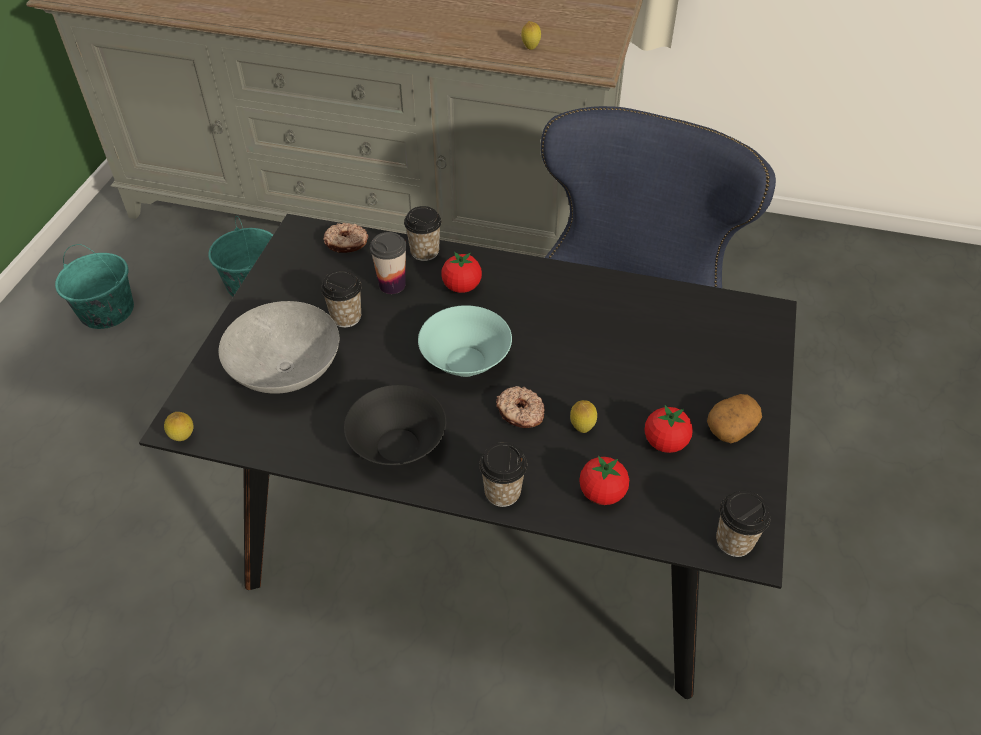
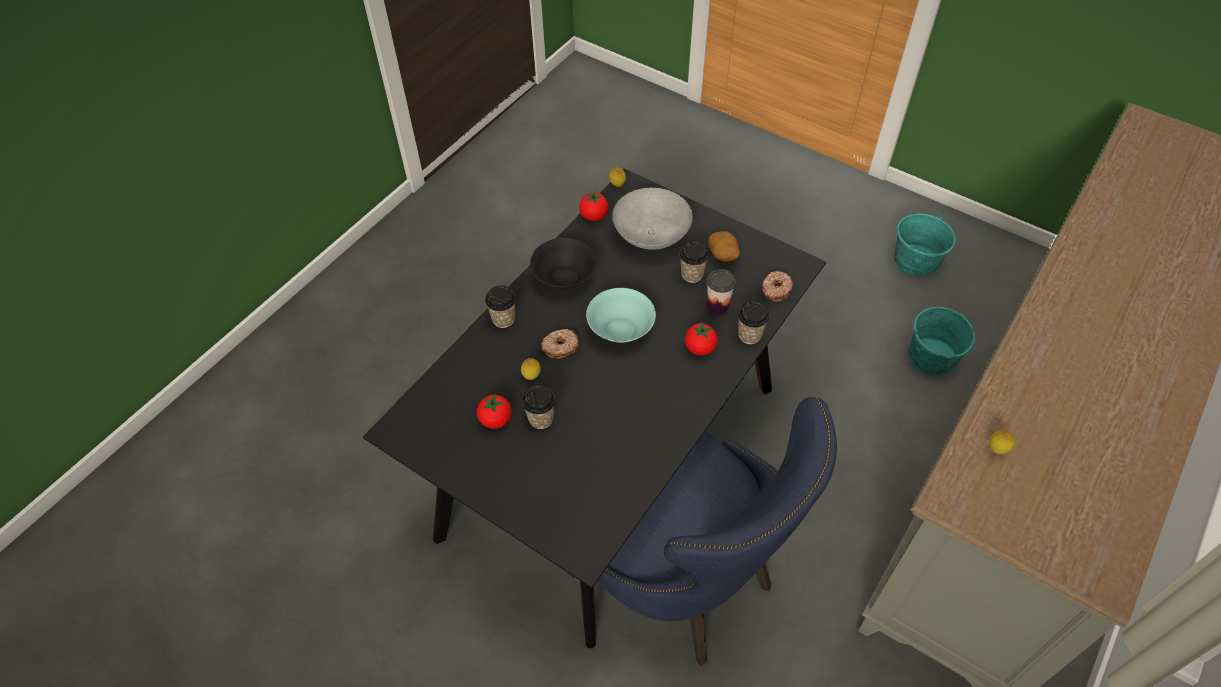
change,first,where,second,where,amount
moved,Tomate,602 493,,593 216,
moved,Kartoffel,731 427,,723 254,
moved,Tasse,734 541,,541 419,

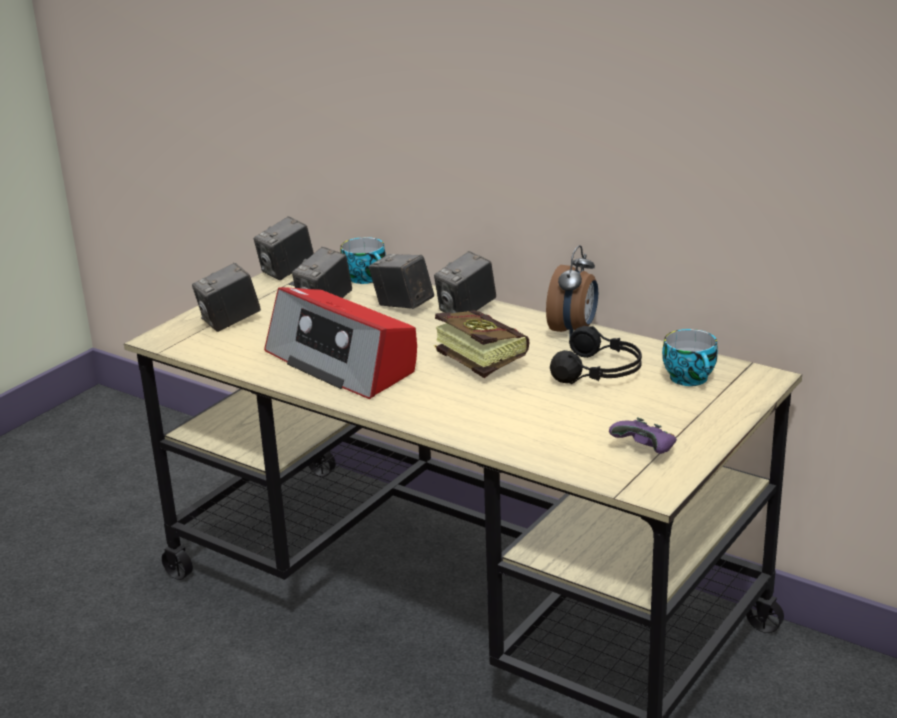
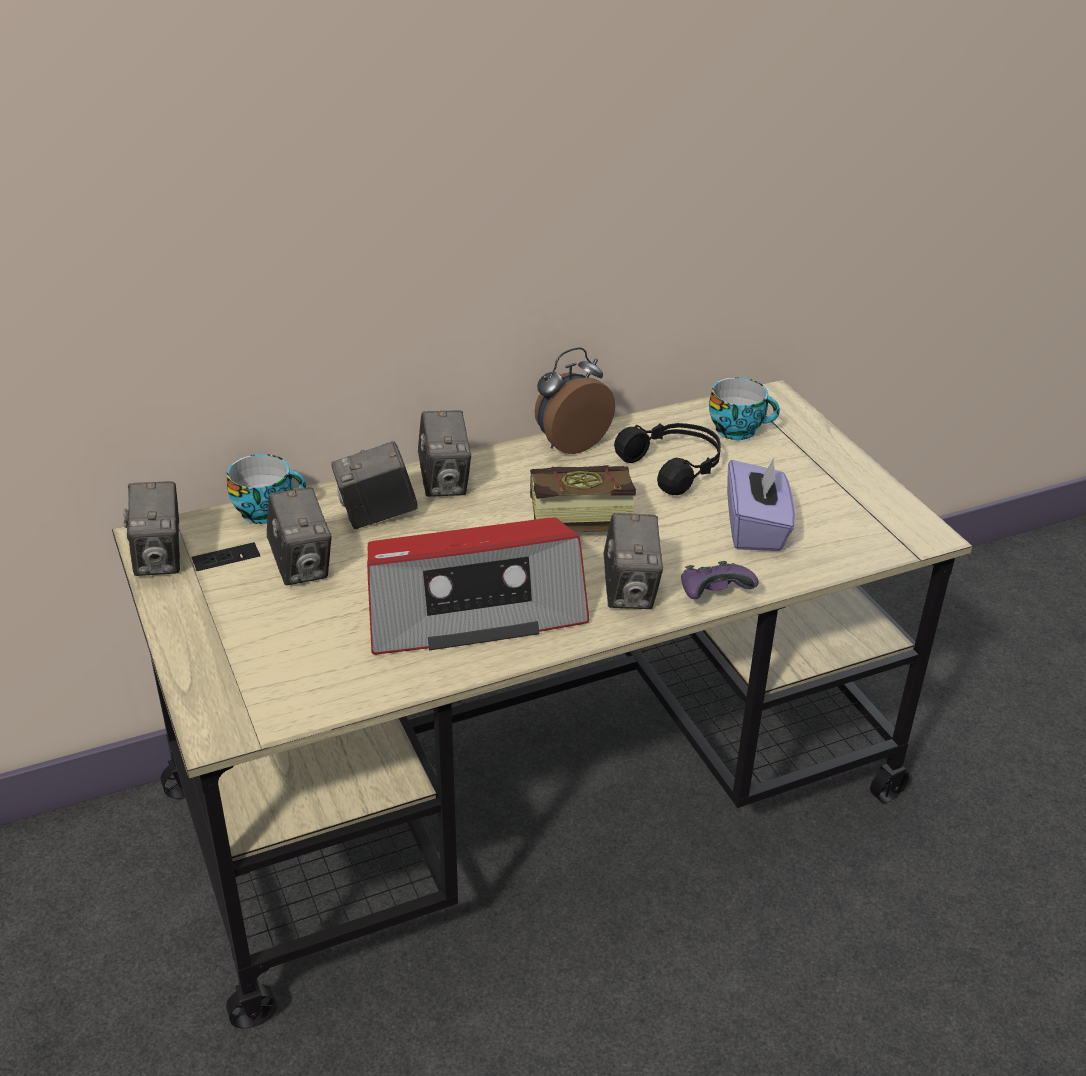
change,first,where,second,where,amount
moved,Kamera,229 322,,630 591,
turned,Wecker,574 330,,570 443,90 degrees counterclockwise
moved,Gamepad/lila,645 451,,713 595,
added,,,Taschentuchbox/lila,756 529,

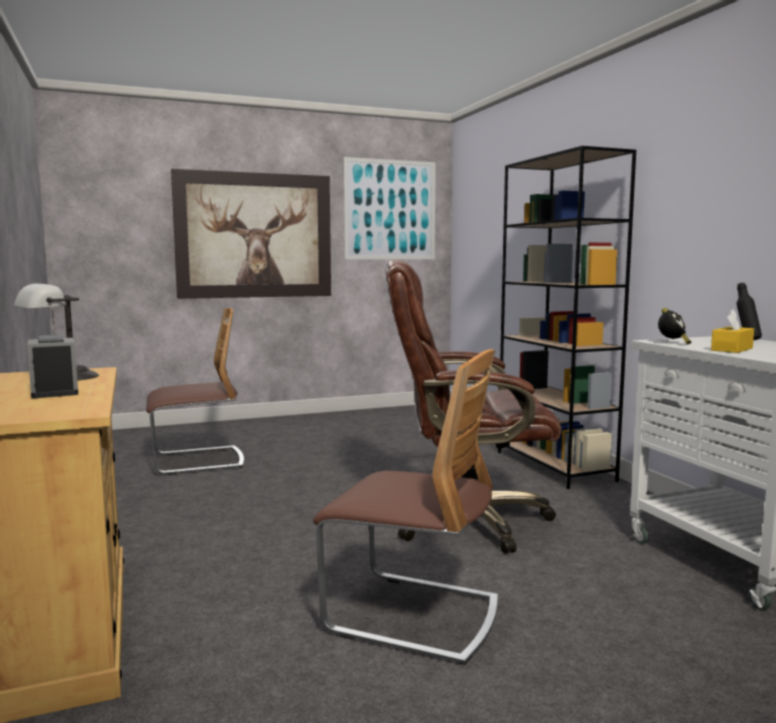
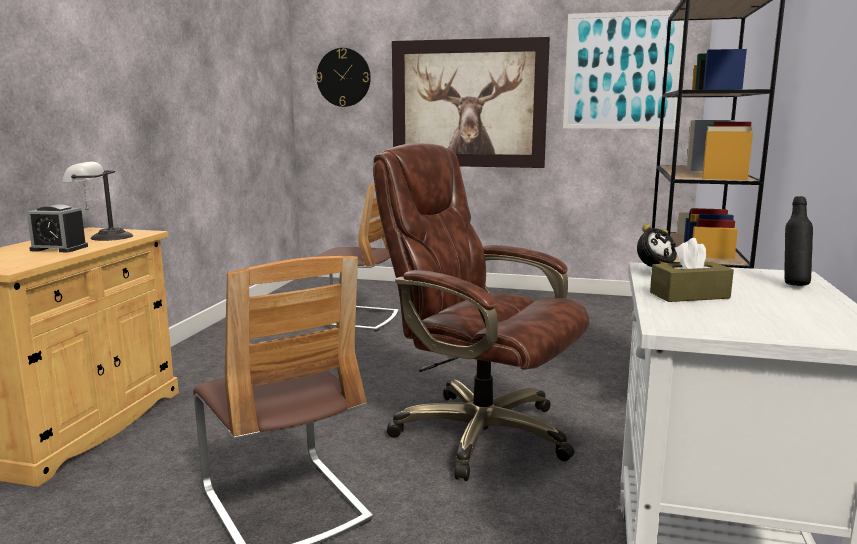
change,first,where,second,where,amount
turned,Wecker,54 391,,59 248,90 degrees clockwise
recoloured,Taschentuchbox/gelb,732 349,Taschentuchbox/braun,689 295,
added,,,Wanduhr,343 77,

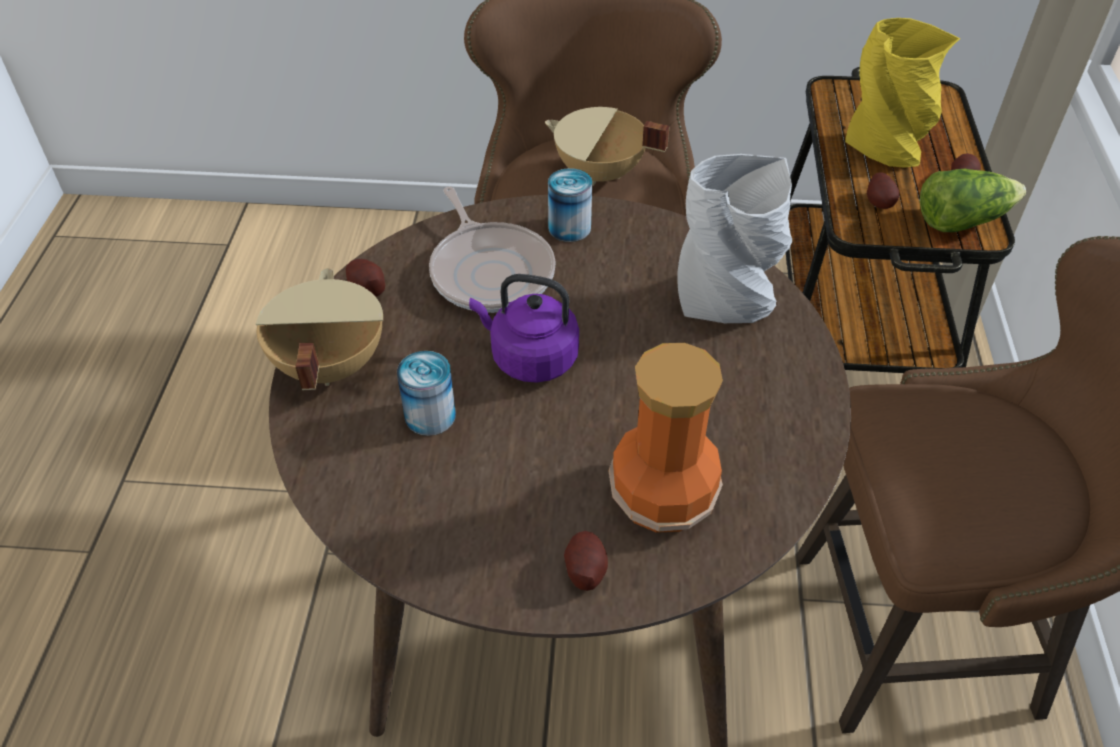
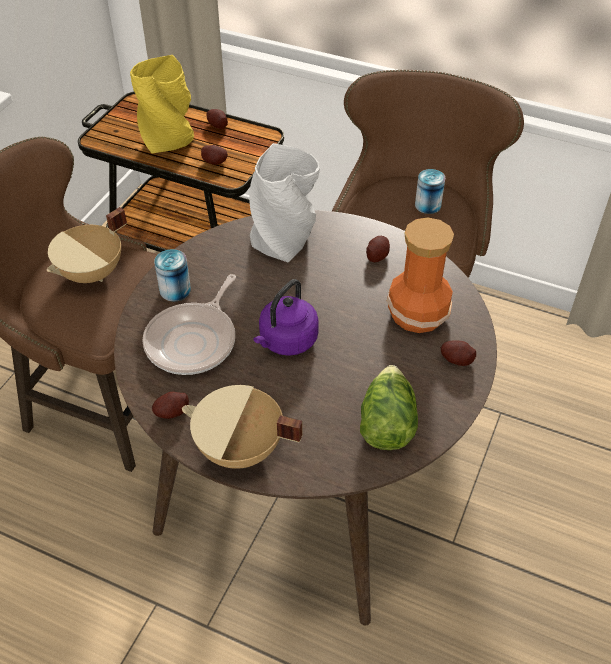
change,first,where,second,where,amount
moved,Dose,430 415,,427 205,
turned,Pfanne,490 271,,194 341,120 degrees clockwise
moved,Salatkopf,961 220,,386 423,
added,,,Kartoffel,377 255,

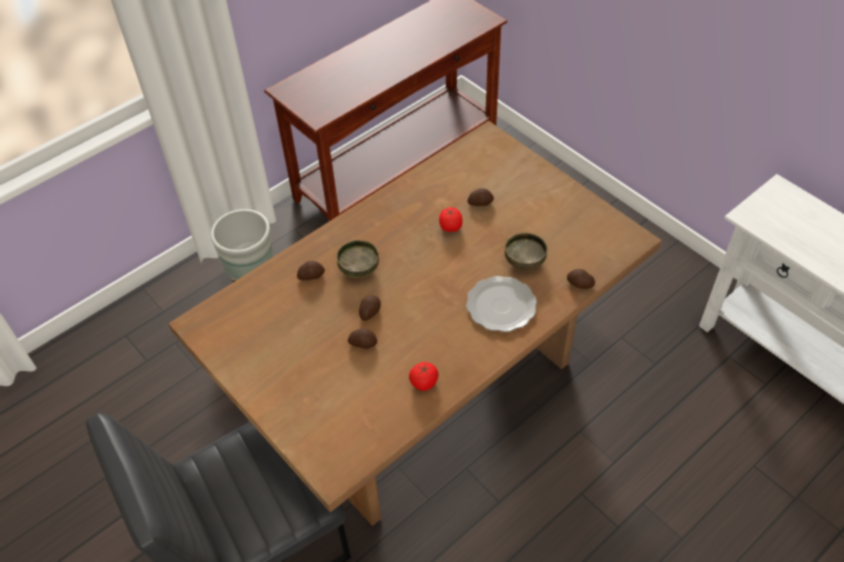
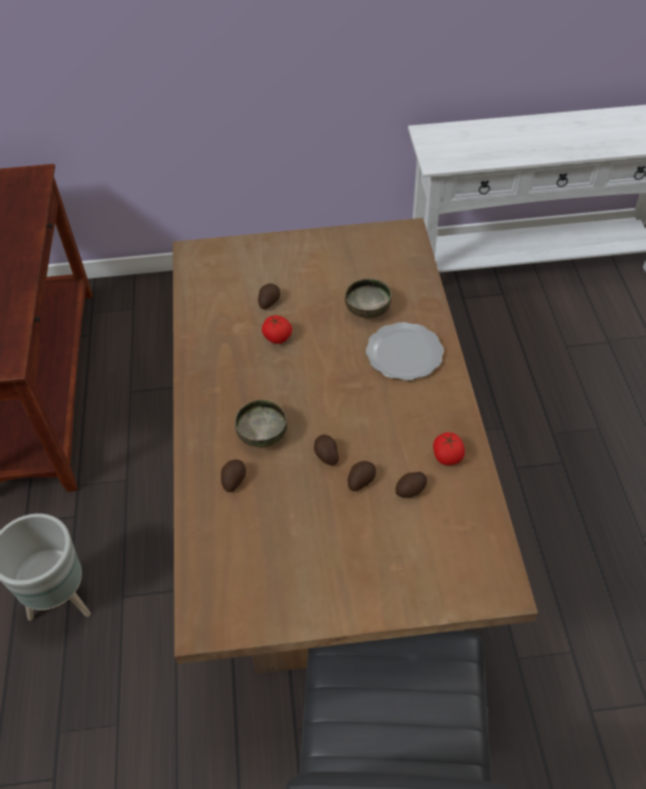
change,first,where,second,where,amount
moved,Kartoffel,579 284,,411 490,

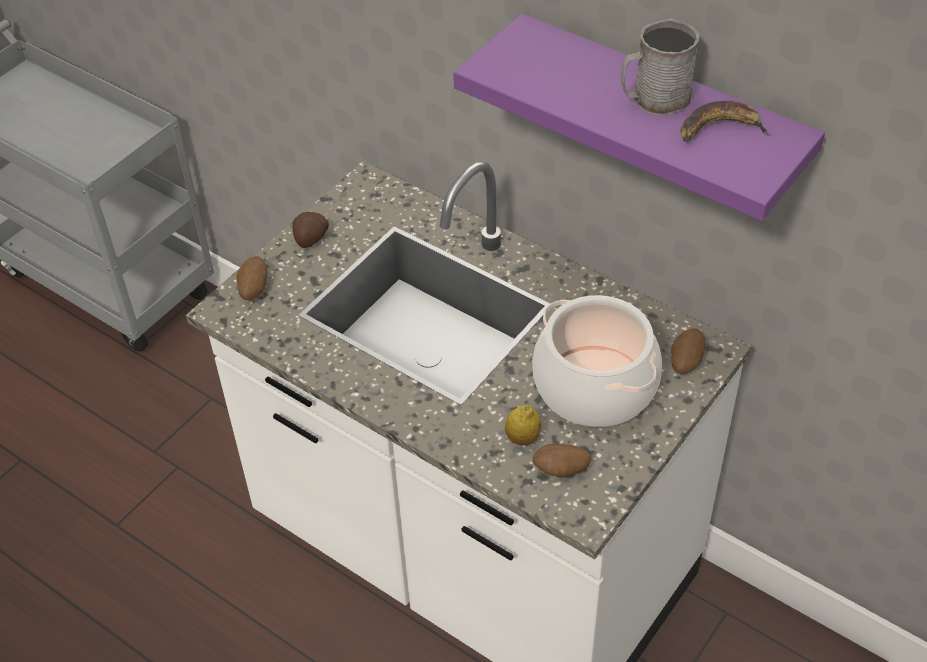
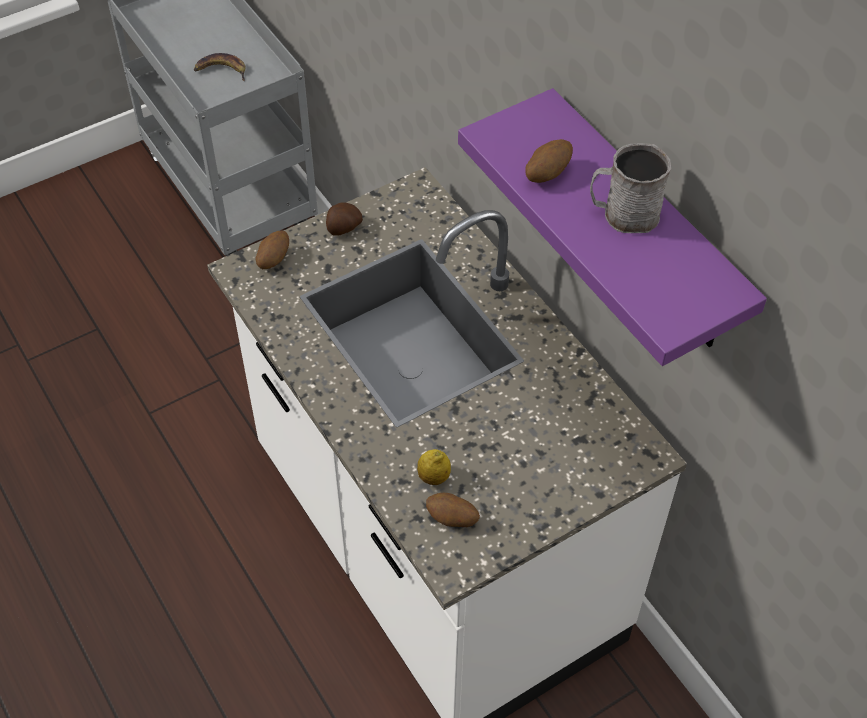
change,first,where,second,where,amount
removed,Kochtopf,596 386,,,
moved,Kartoffel,685 362,,546 174,
moved,Banane,719 129,,221 70,

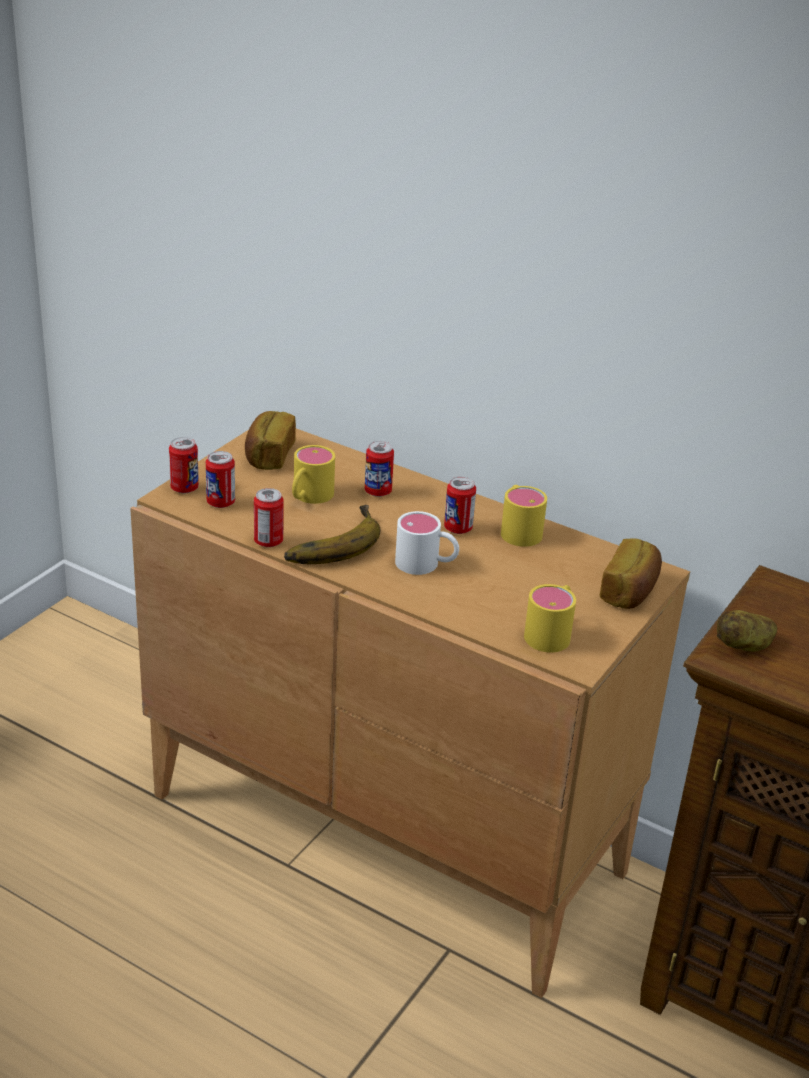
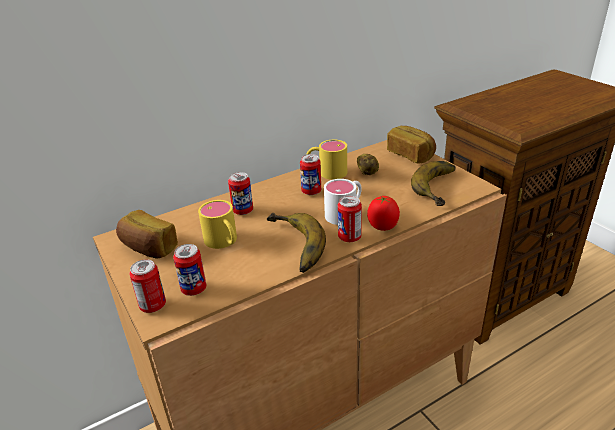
change,first,where,second,where,amount
moved,Dose,268 541,,349 237,
replaced,Henkelbecher/gelb,551 632,Banane,442 187,
moved,Kartoffel,744 646,,367 173,
added,,,Tomate,382 227,

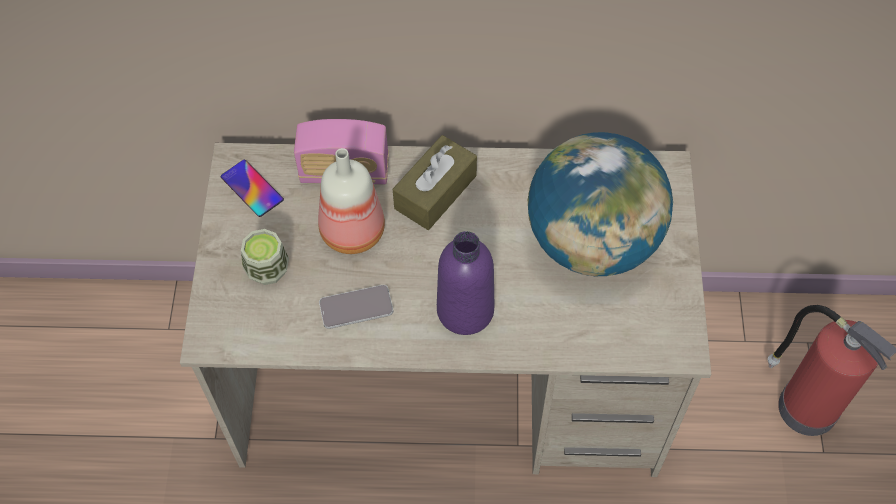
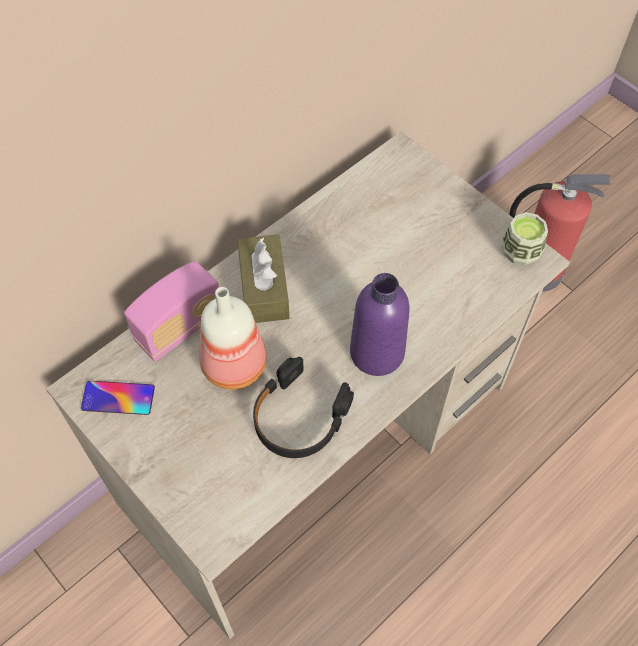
change,first,where,second,where,amount
moved,Tasse,267 269,,520 252,
replaced,Handy,356 307,Kopfhörer/schwarz,299 417,
removed,Globus,592 241,,,

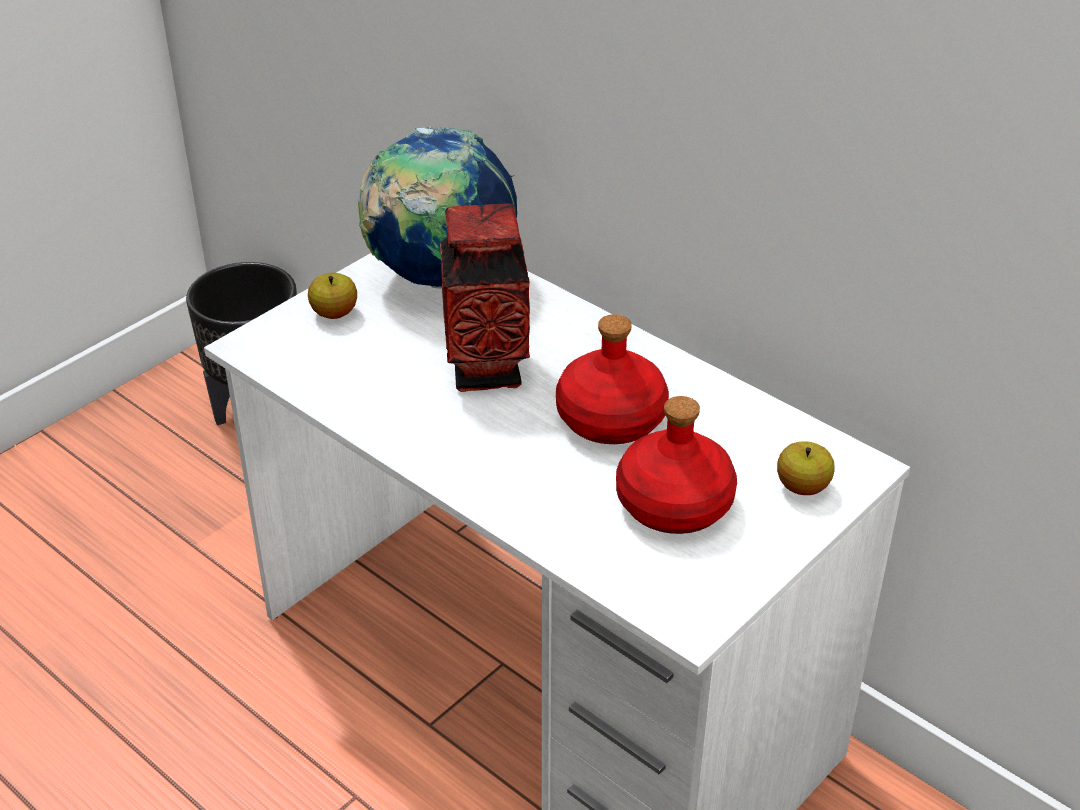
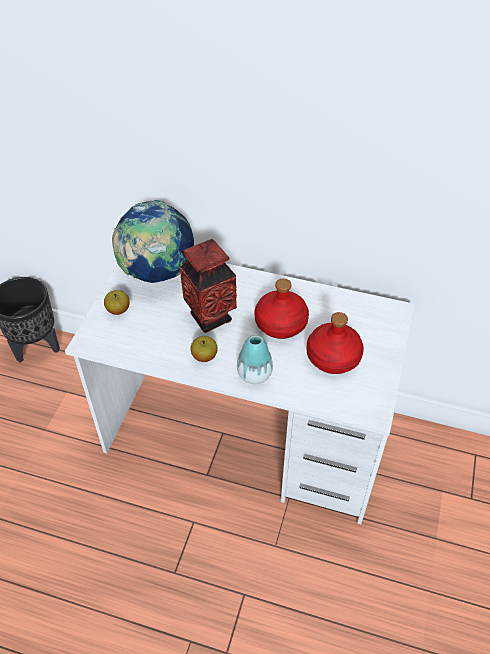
change,first,where,second,where,amount
moved,Apfel,802 487,,204 356,
added,,,Vase,254 374,

